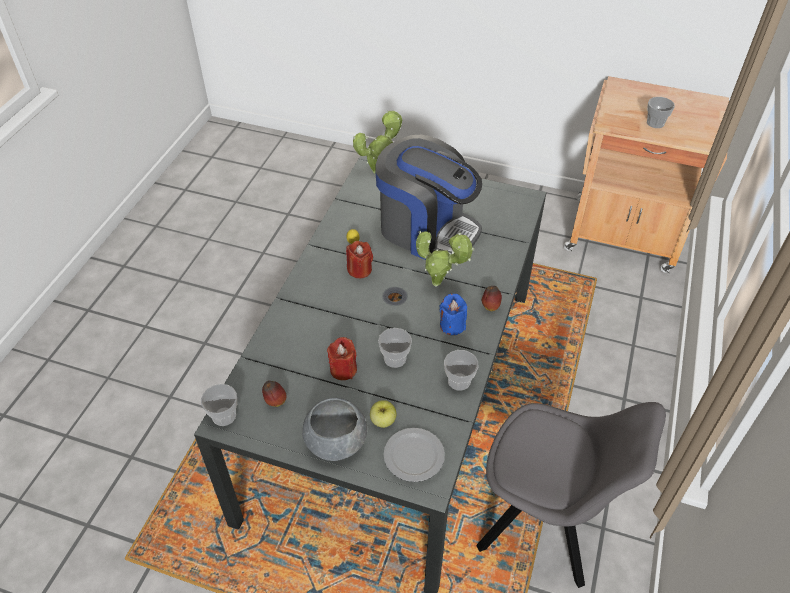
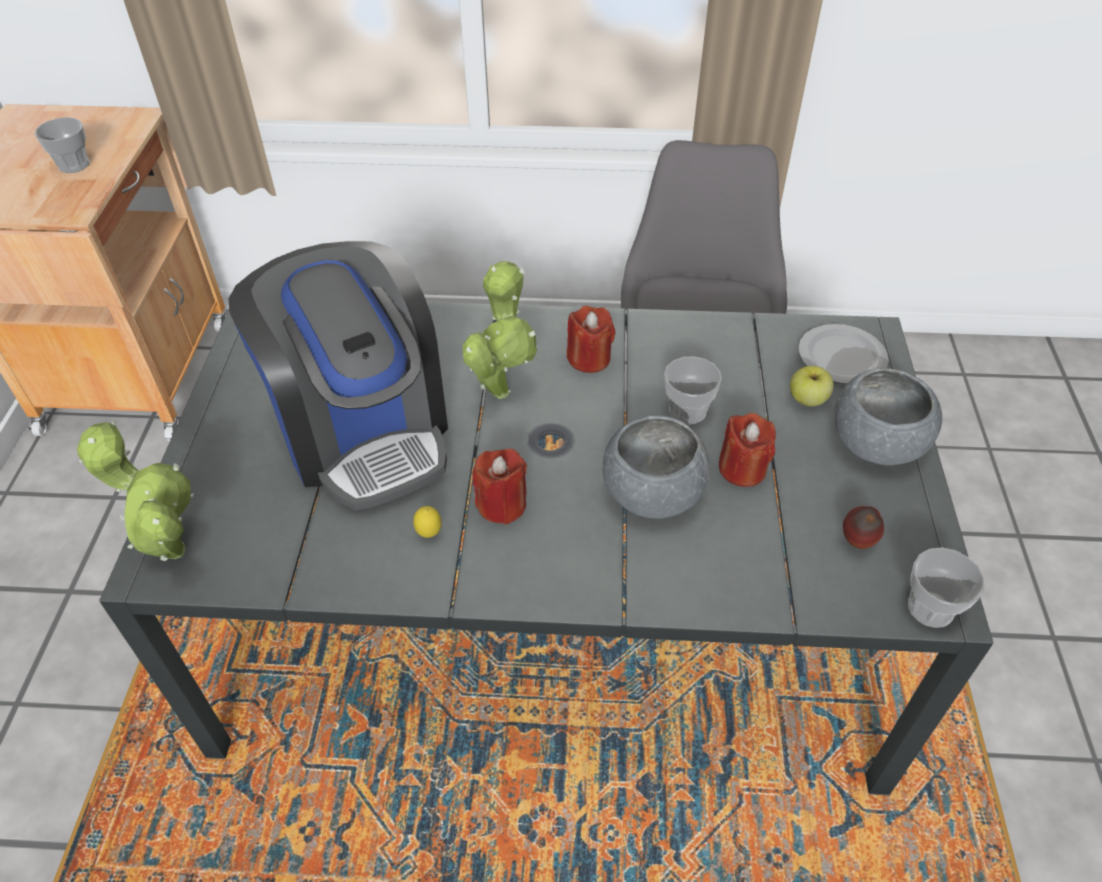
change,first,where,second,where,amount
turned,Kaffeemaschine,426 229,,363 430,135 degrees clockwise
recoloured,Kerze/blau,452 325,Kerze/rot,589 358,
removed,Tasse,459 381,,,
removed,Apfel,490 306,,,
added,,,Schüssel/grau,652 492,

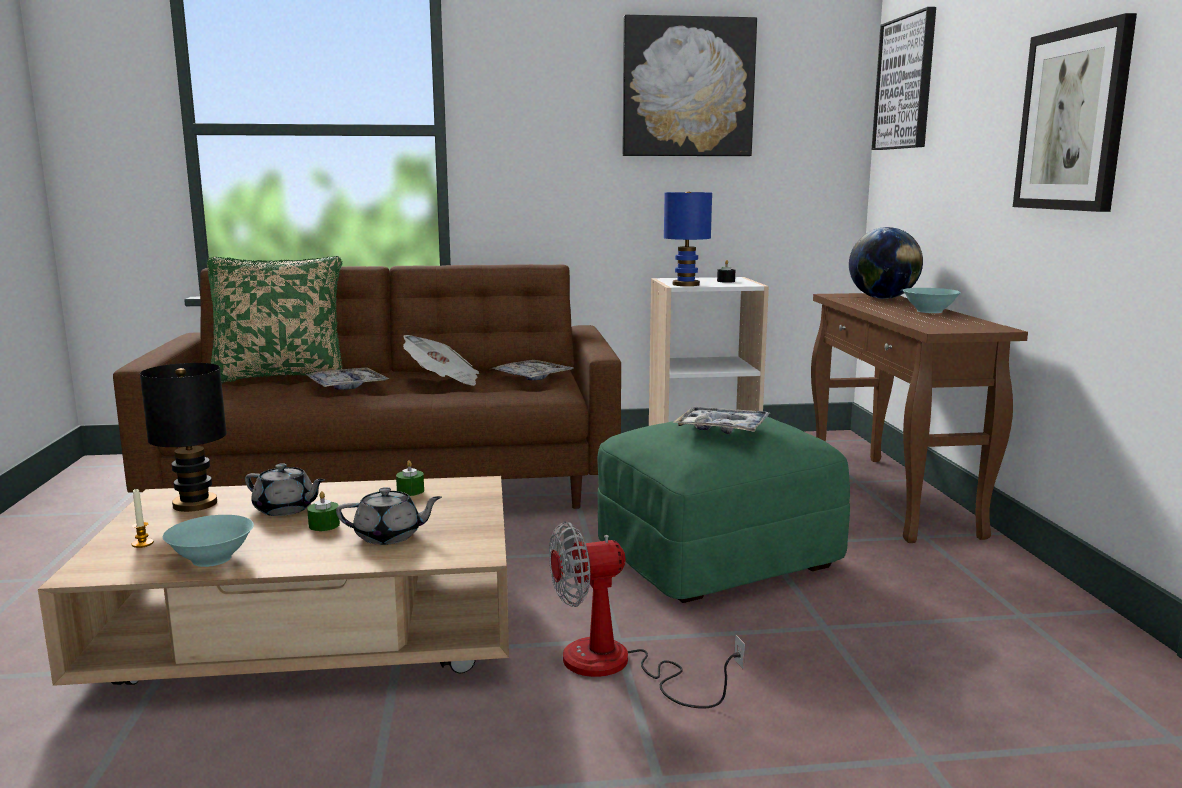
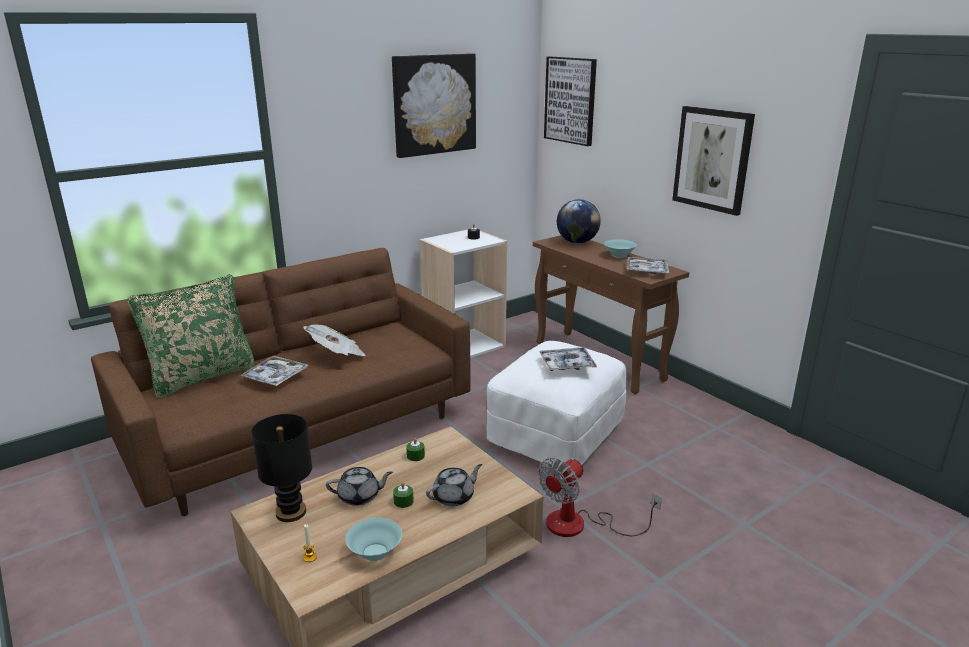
change,first,where,second,where,amount
moved,Tablett,532 377,,647 270,
recoloured,Polsterhocker/grün,717 557,Polsterhocker/weiß,555 433,
removed,Tischlampe/blau,685 284,,,

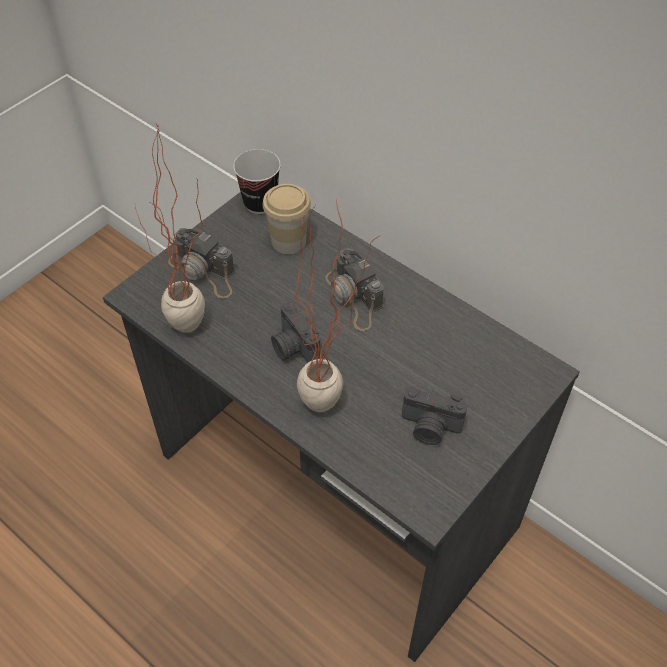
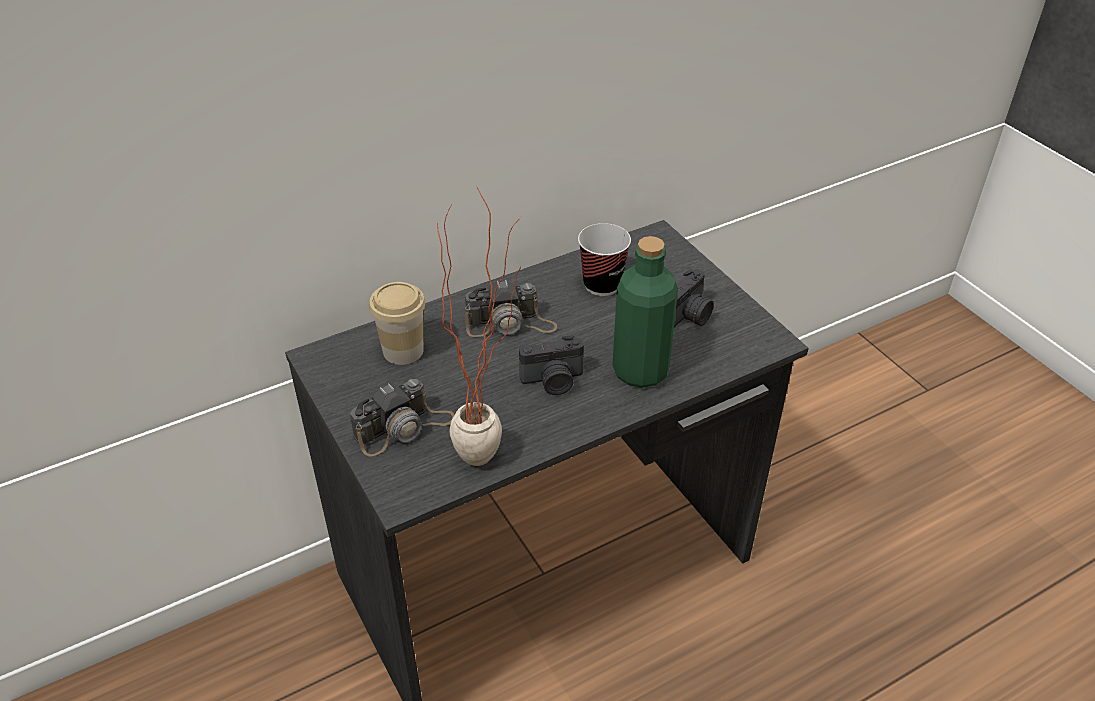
change,first,where,second,where,amount
moved,Tasse,260 203,,602 285,
replaced,Topfpflanze,334 407,Flasche/grün,640 371,

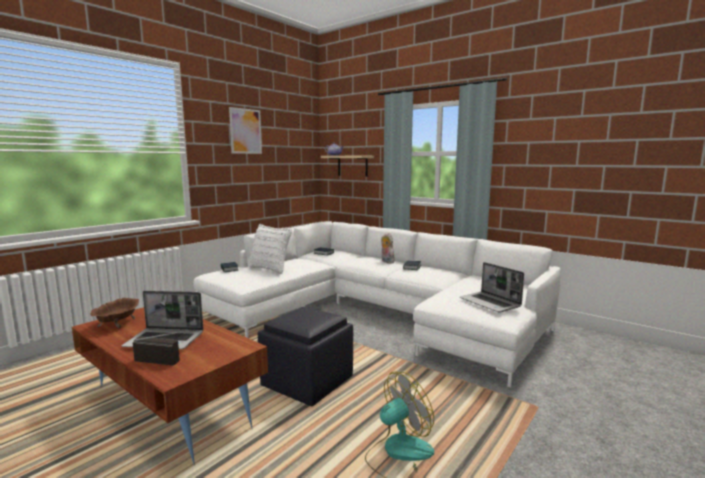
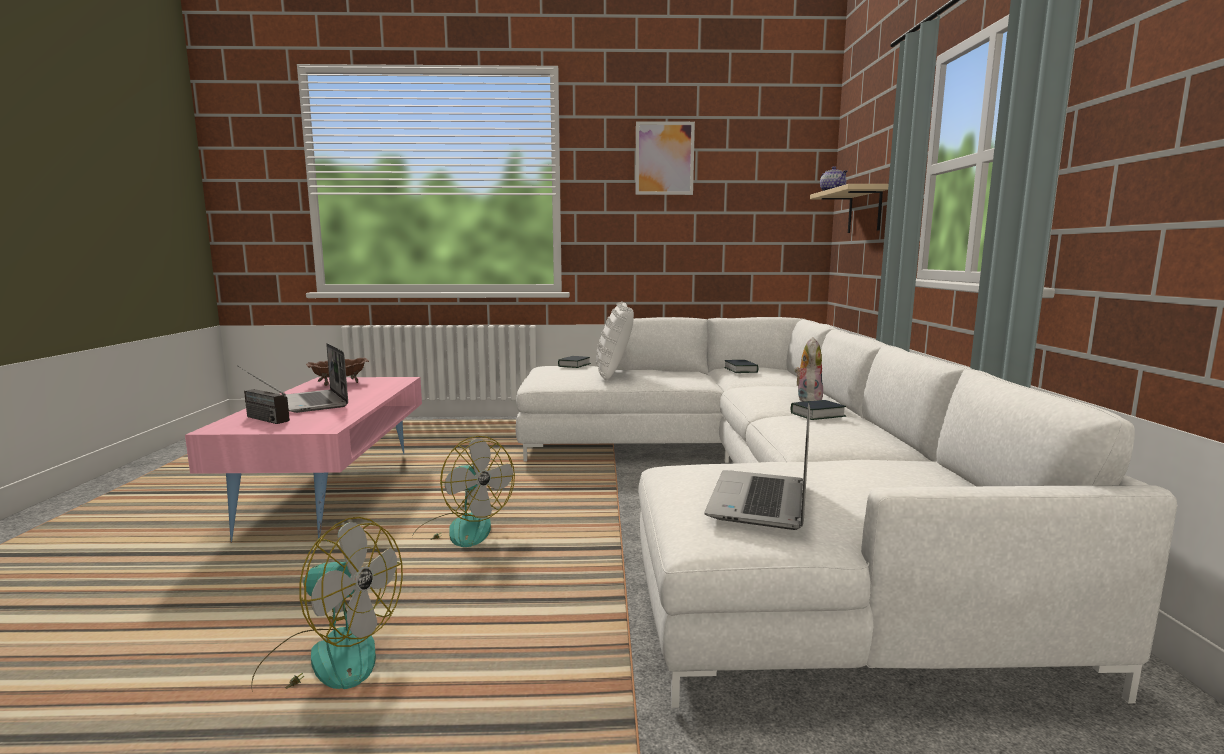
change,first,where,second,where,amount
recoloured,Couchtisch/braun,171 406,Couchtisch/rosa,334 491,
turned,Radio,168 361,,258 417,150 degrees clockwise
replaced,Polsterhocker/schwarz,307 382,Ventilator,461 529,

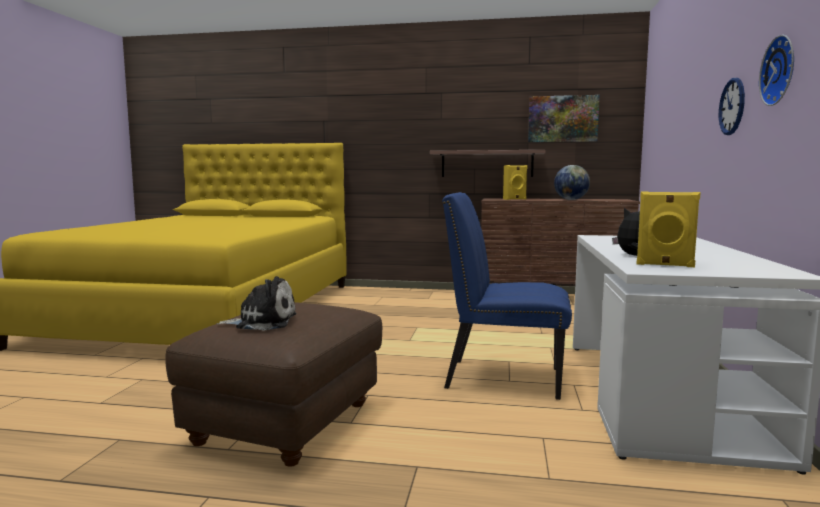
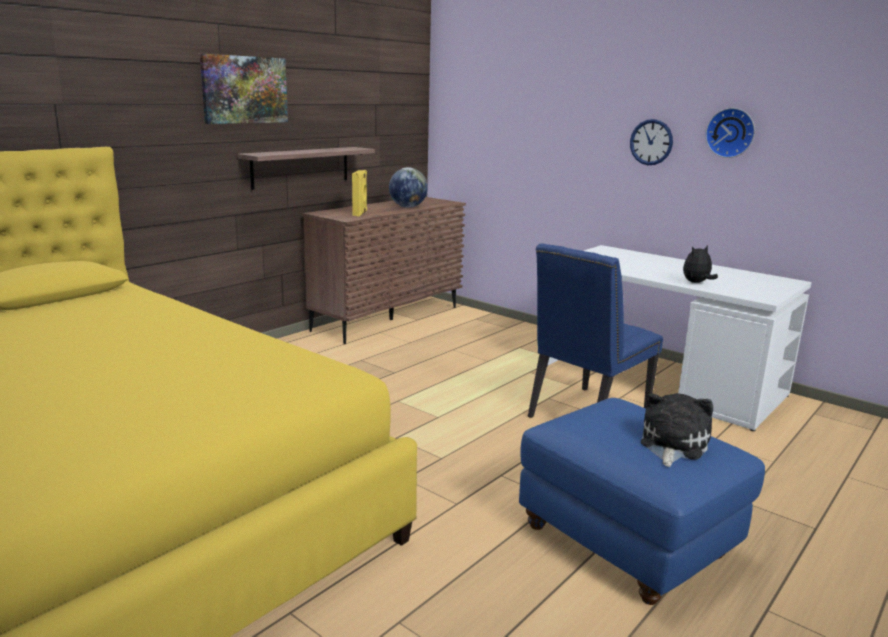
change,first,where,second,where,amount
recoloured,Polsterhocker/braun,286 424,Polsterhocker/blau,628 539,
moved,Bild,562 119,,244 89,
removed,Lautsprecher/gelb,664 265,,,

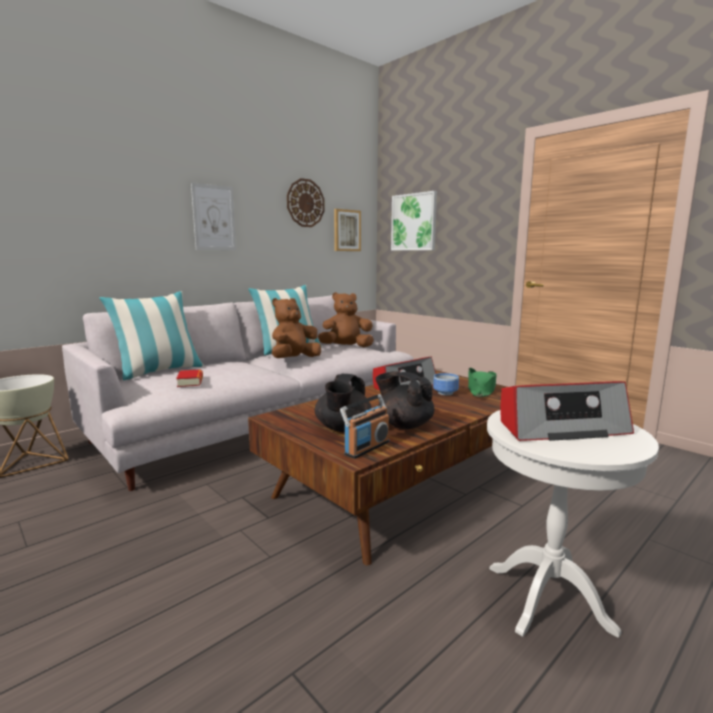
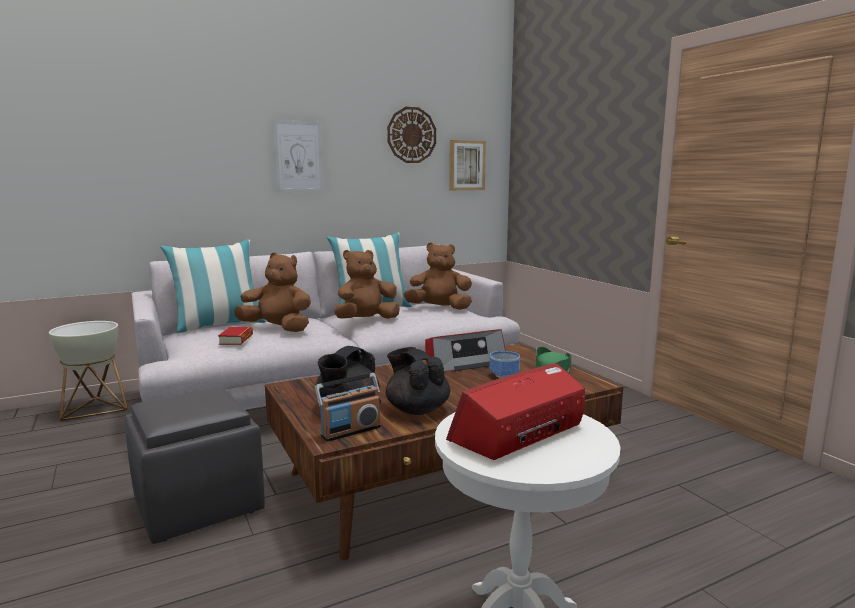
change,first,where,second,where,amount
removed,Bild,414 222,,,
turned,Radio,560 427,,519 433,135 degrees clockwise
added,,,Polsterhocker/grau,199 503,
added,,,Plüschtier/braun,278 329,

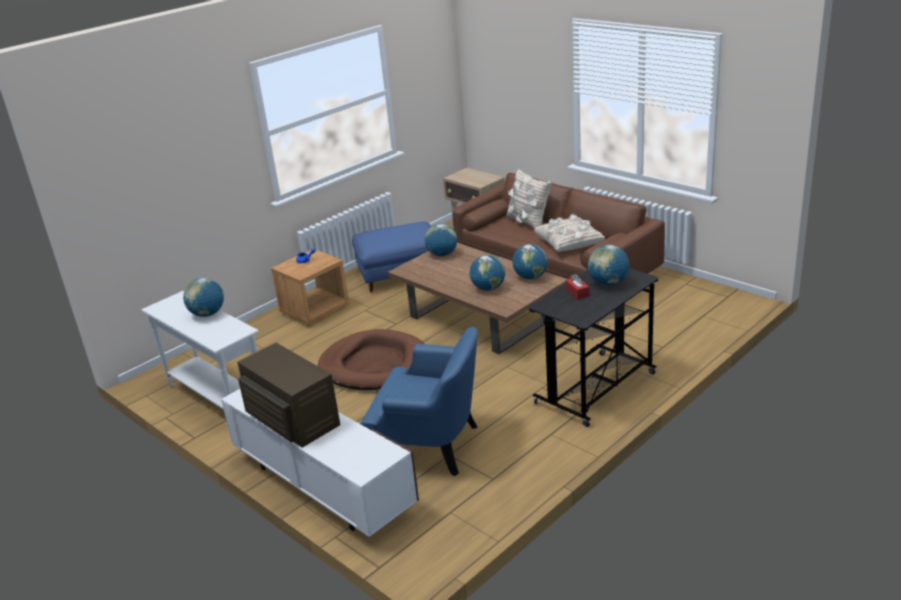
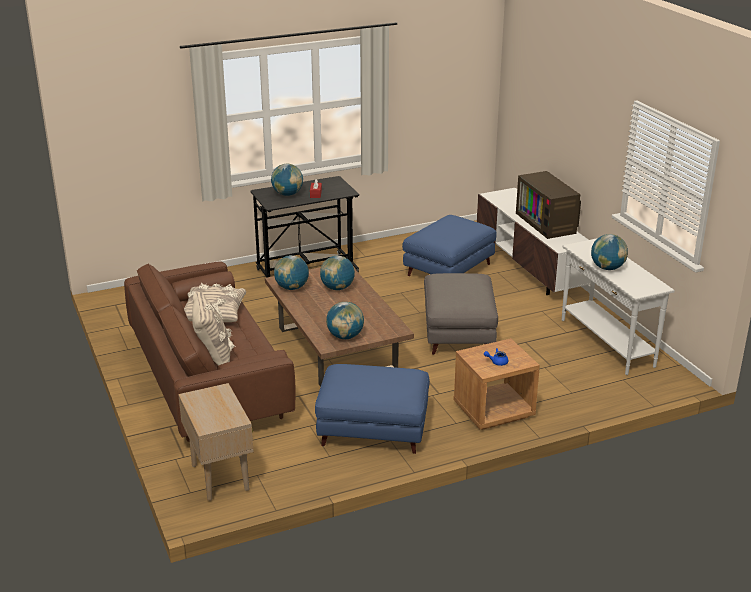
change,first,where,second,where,amount
replaced,Hundebett/braun,373 365,Polsterhocker/grau,459 334,
replaced,Sessel/blau,429 445,Polsterhocker/blau,448 270,

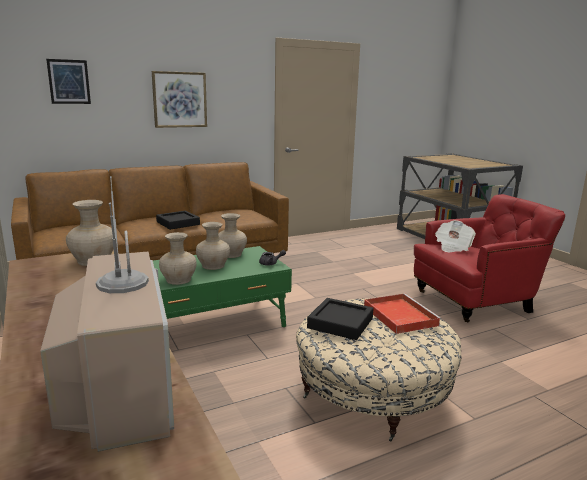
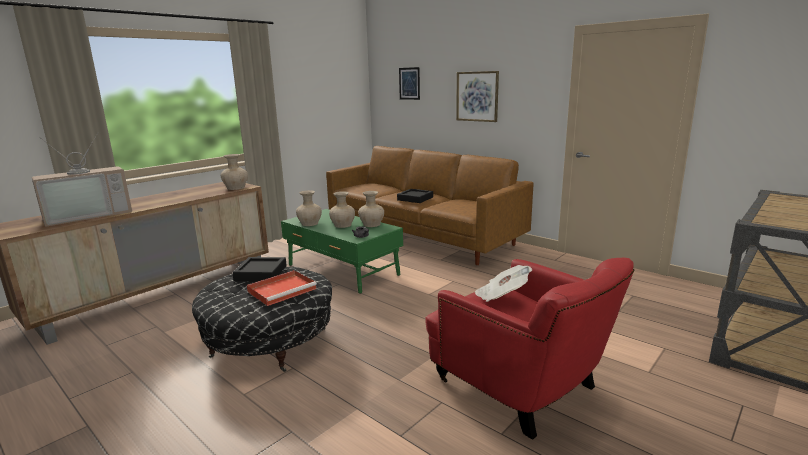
change,first,where,second,where,amount
recoloured,Polsterhocker/beige,372 394,Polsterhocker/schwarz,270 343,

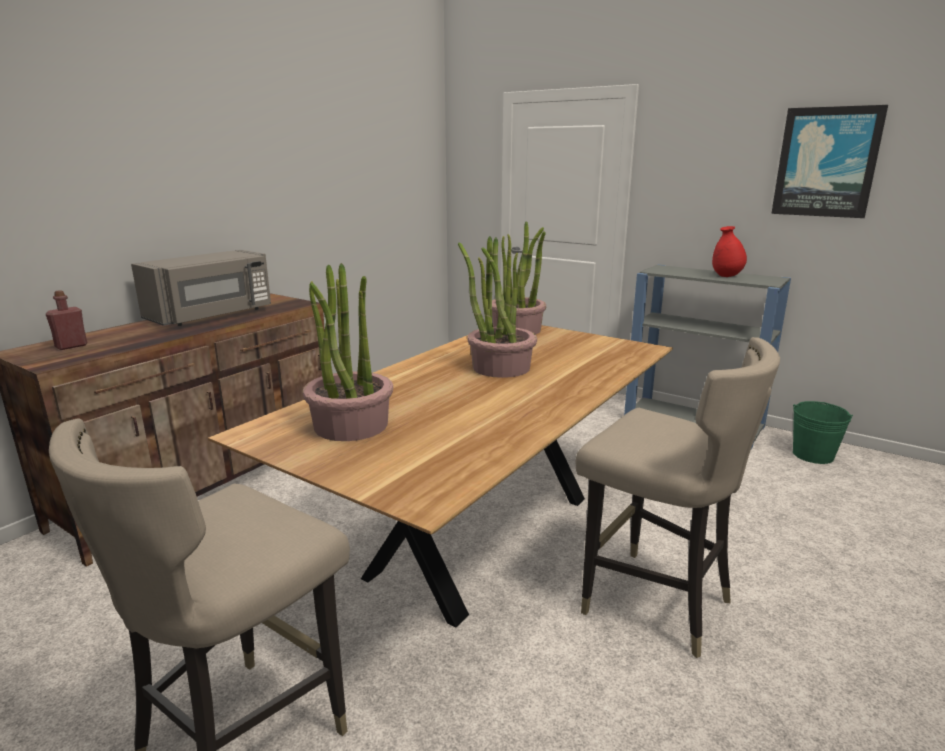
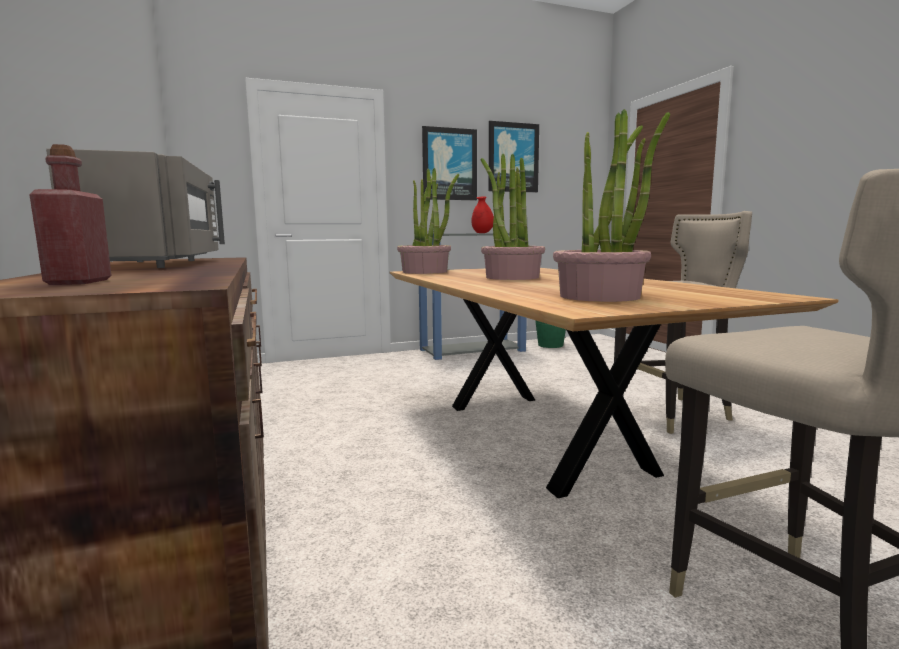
change,first,where,second,where,amount
added,,,Bild,449 164,

